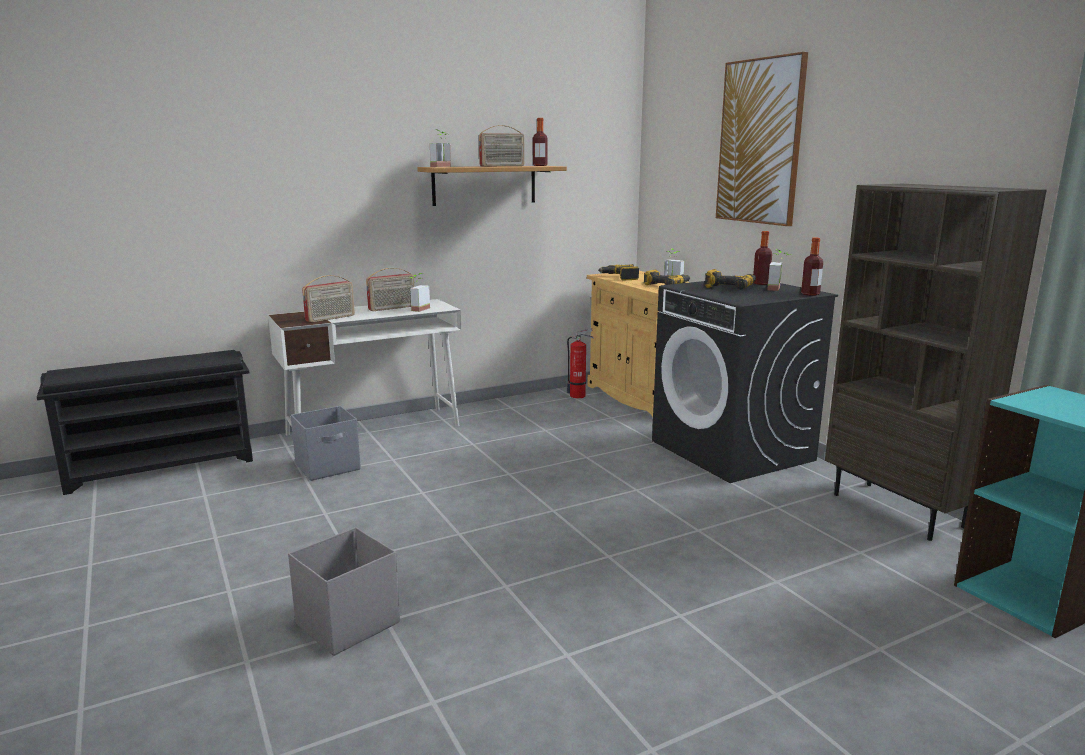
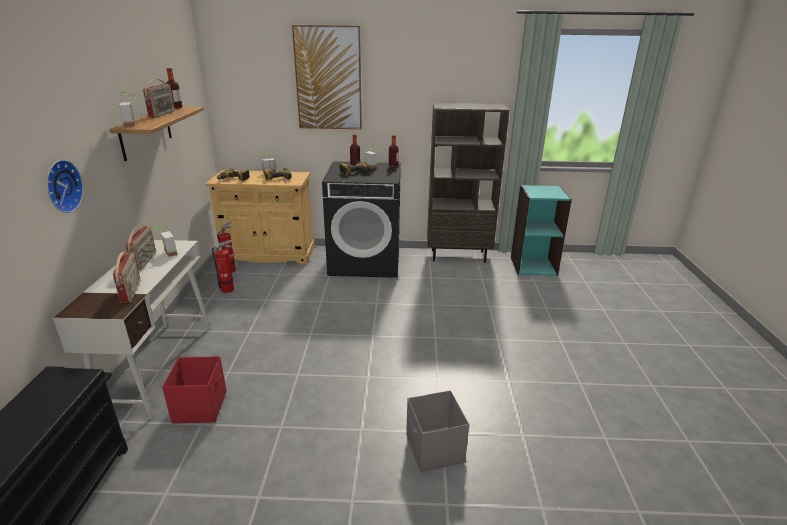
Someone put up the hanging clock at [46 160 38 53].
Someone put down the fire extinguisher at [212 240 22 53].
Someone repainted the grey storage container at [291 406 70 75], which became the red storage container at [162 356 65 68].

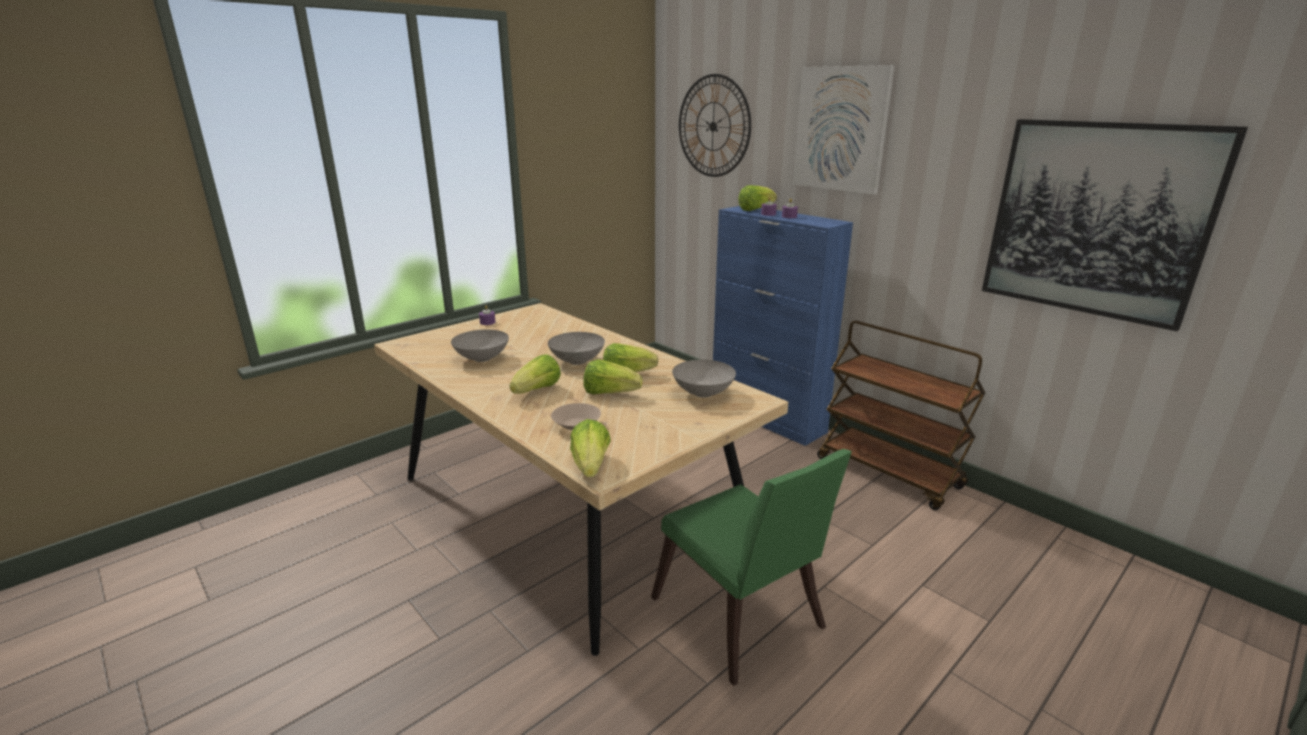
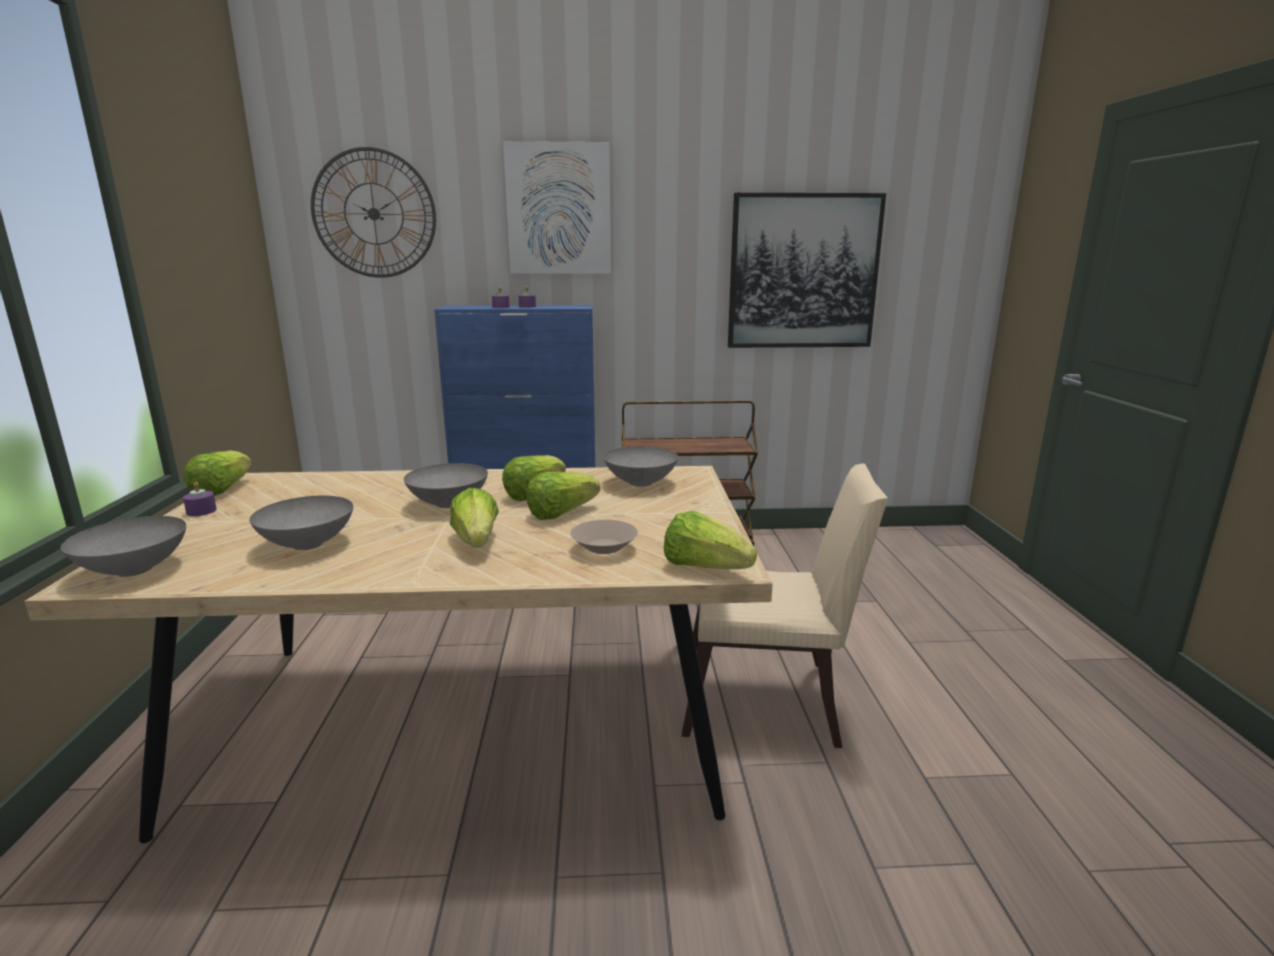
Someone put down the grey serving bowl at [61 516 125 61].
Someone carried the lettuce head from [738 185 39 26] to [183 450 69 46].
Someone repainted the greenish upright chair at [651 449 201 237], which became the sand-coloured upright chair at [682 464 206 284].

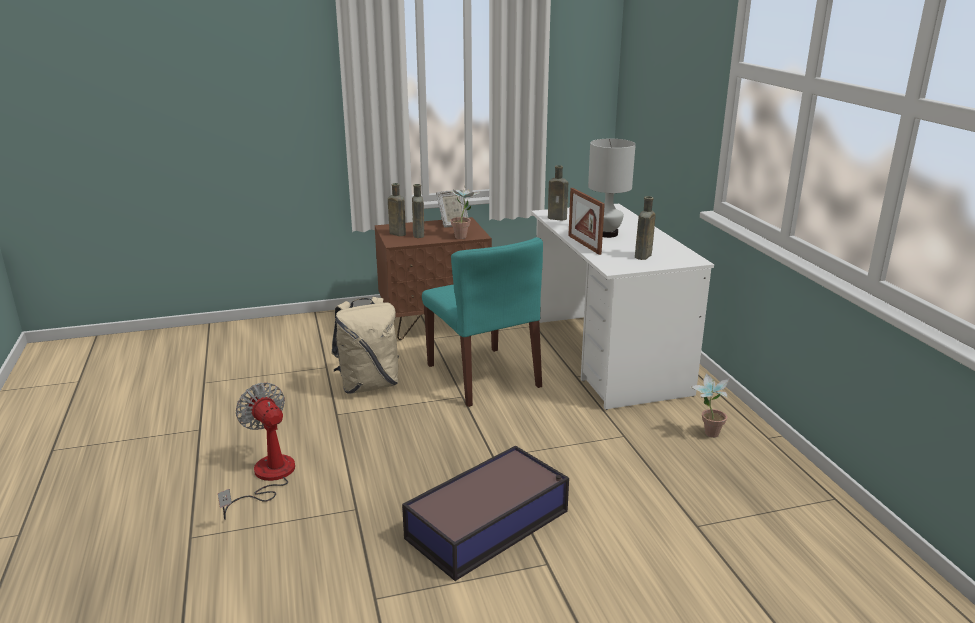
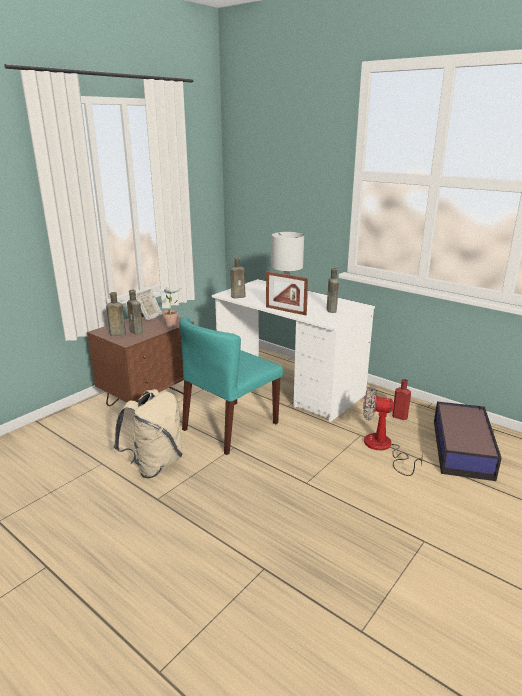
Someone carried the electric fan from [218 383 77 137] to [363 386 60 90].
Someone carried the storage container from [402 445 167 136] to [434 401 68 80].
Someone swapped the plant in a pot at [691 373 39 65] for the red bottle at [392 379 19 41].
Someone rotated the turquoise-coloured upright chair at [422 237 121 170] by 105 degrees clockwise.

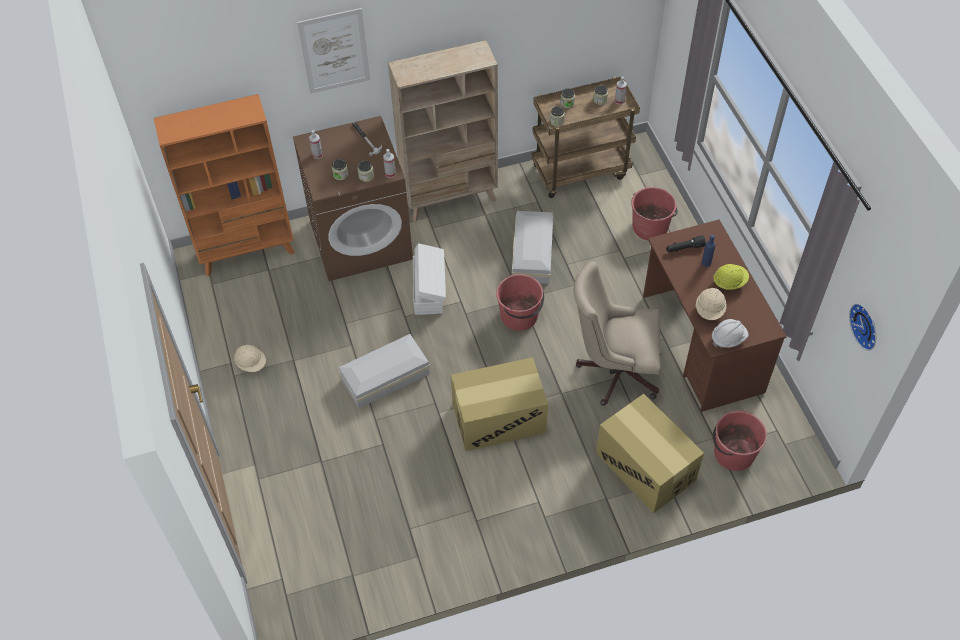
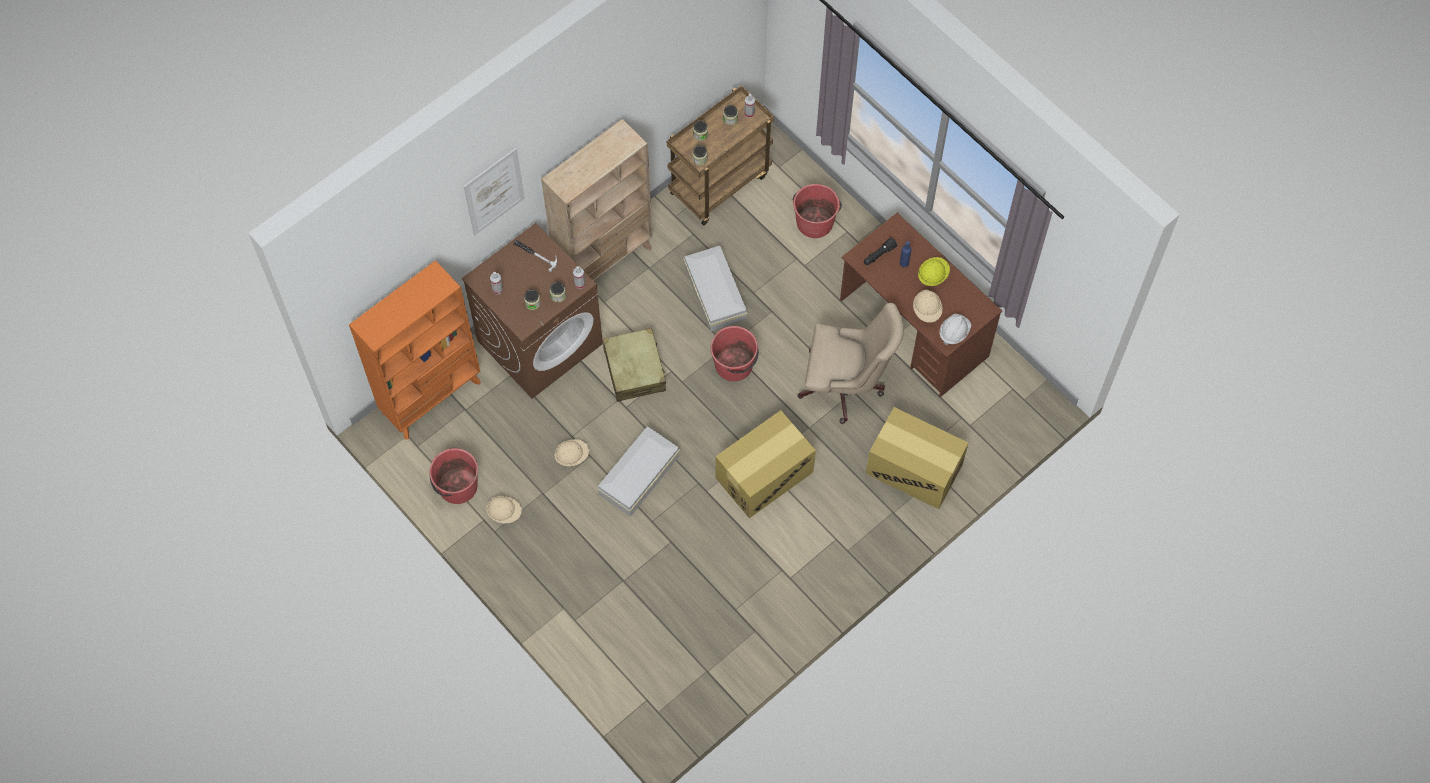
Someone took away the hanging clock at [849 303 27 48].
Someone put down the sand-coloured work helmet at [554 439 35 27].
Someone carried the red bucket from [713 411 54 60] to [429 448 49 56].
Someone swapped the white-coloured storage container at [413 243 33 72] for the sand-coloured piece of luggage at [603 328 63 74].
Someone rotated the sand-coloured office chair at [573 261 88 145] by 150 degrees counterclockwise.

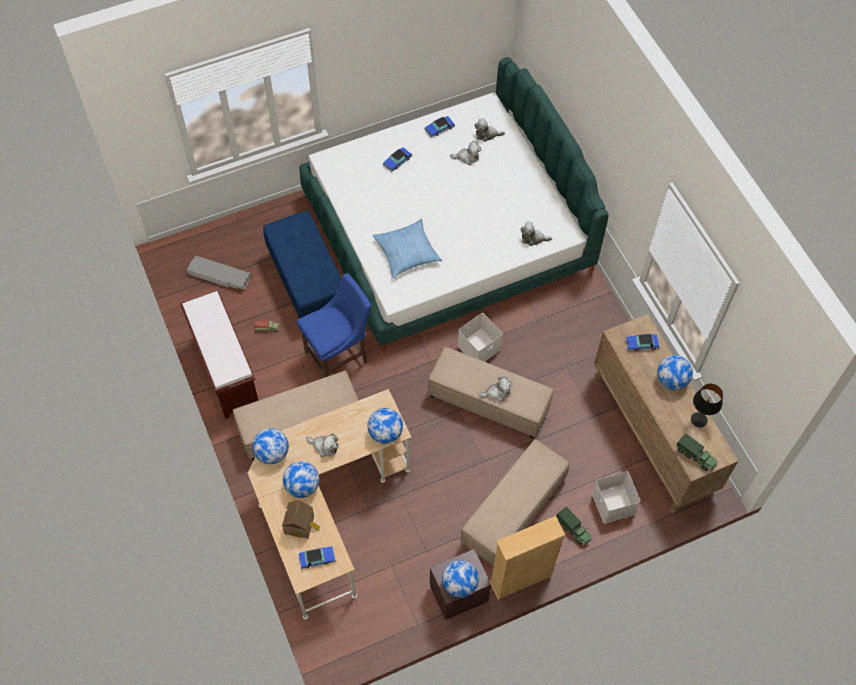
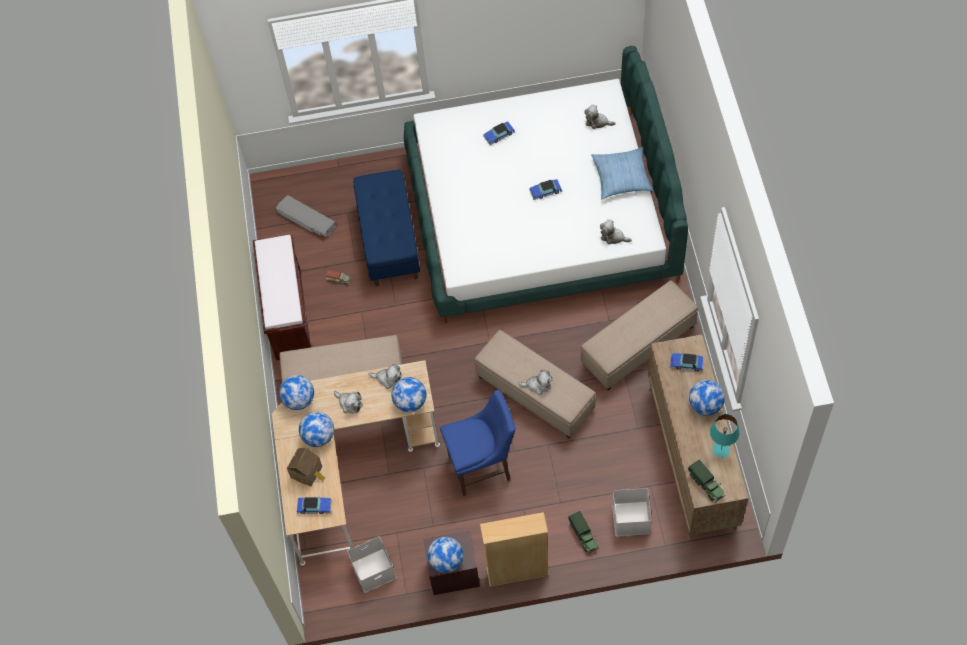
Someone carried the bluish upright chair from [297 273 74 104] to [440 390 76 106].
Someone carried the throw pillow from [373 219 69 59] to [591 147 63 53].
Someone carried the model car from [424 116 31 22] to [529 179 33 21].
Someone carried the plush toy from [450 141 32 24] to [368 364 34 25].
Someone carried the white-coloured storage container from [457 313 46 49] to [347 536 50 57].
Someone carried the sand-coloured pouffe from [461 439 109 127] to [581 280 117 110].
Someone repainted the black tabletop lamp at [691 384 32 43], which became the turquoise-coloured tabletop lamp at [710 414 30 44].

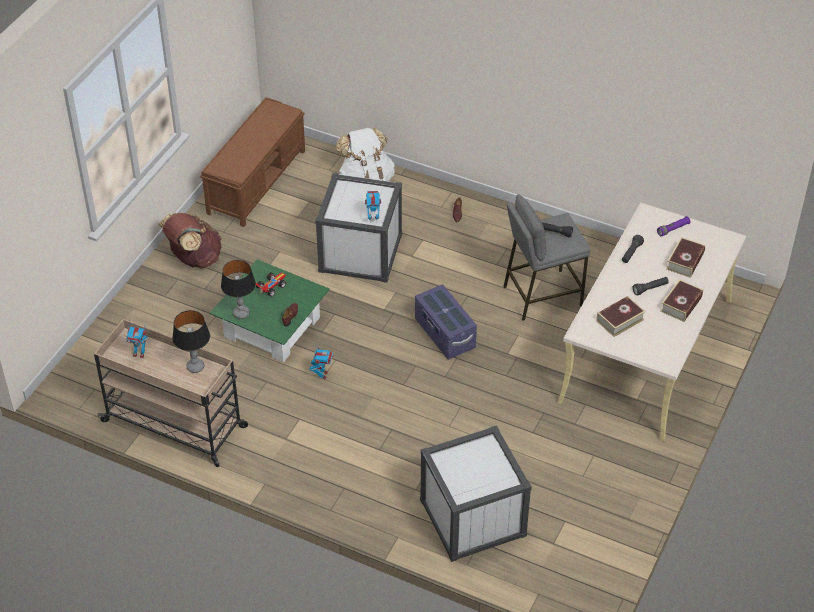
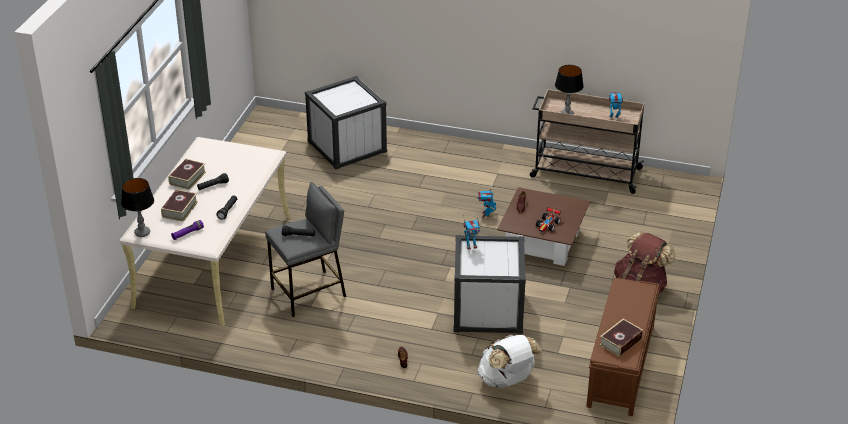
Someone took away the purple storage container at [415 284 62 76].
Someone carried the tabletop lamp from [221 260 35 59] to [121 178 33 59].
Someone carried the volume from [597 296 48 41] to [599 319 44 38].
Someone repainted the greenish low table at [210 259 120 103], which became the brown low table at [497 187 93 79].

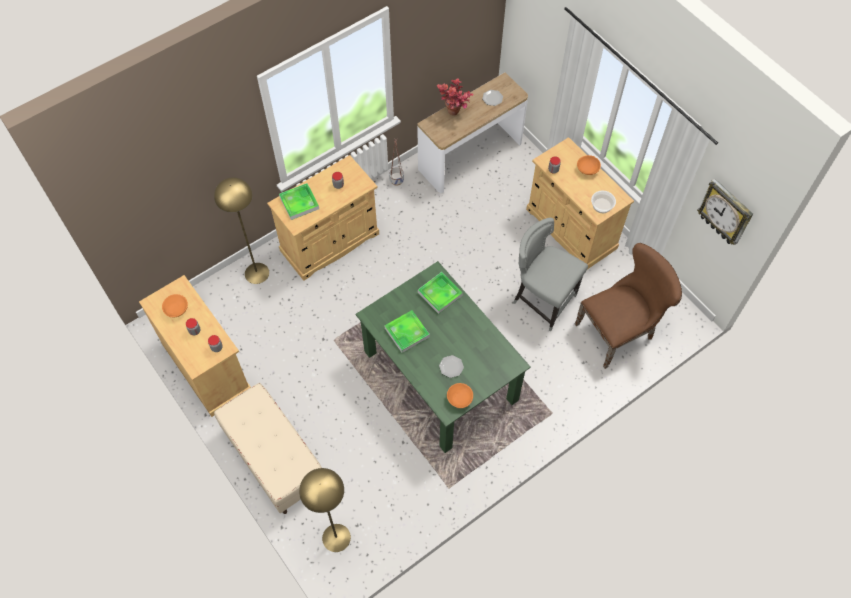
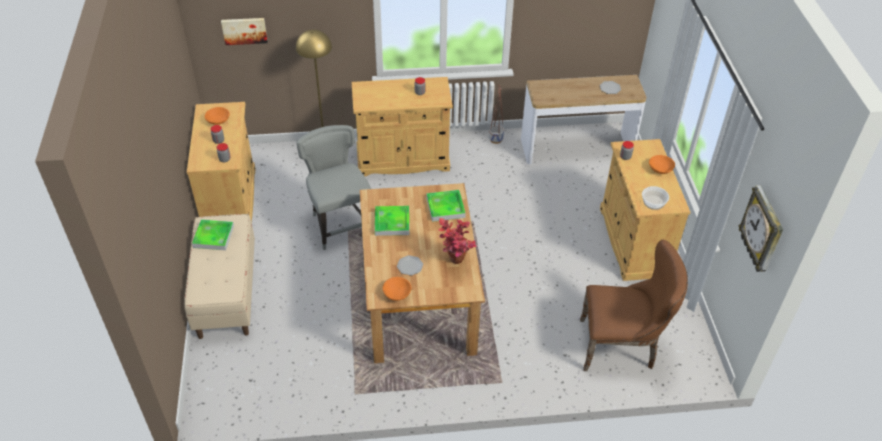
Someone took away the yellowish standard lamp at [299 468 52 84].
Someone put up the wall art at [221 18 47 27].
Someone carried the tray from [279 183 40 37] to [192 220 42 30].
Someone carried the plant in a pot from [437 78 37 37] to [439 218 37 46].
Someone carried the grey upright chair from [513 218 75 114] to [296 125 75 125].
Someone repainted the greenish dinner table at [356 261 175 192], which became the brown dinner table at [360 183 125 180].

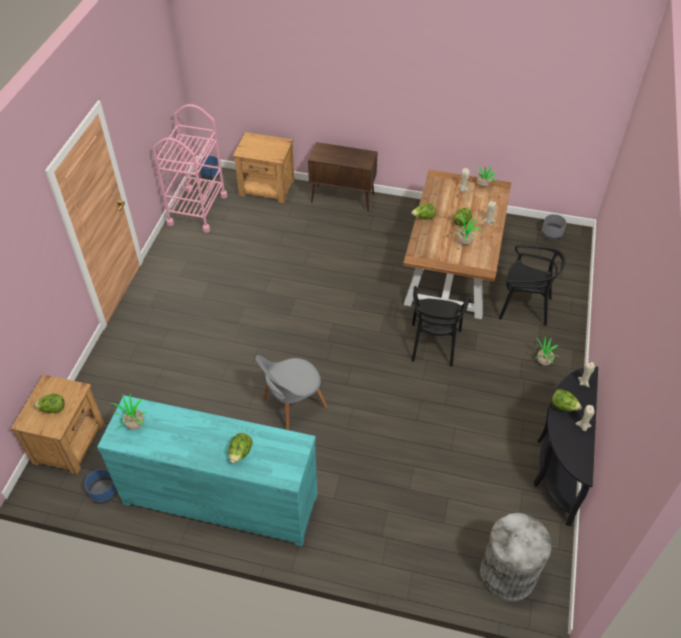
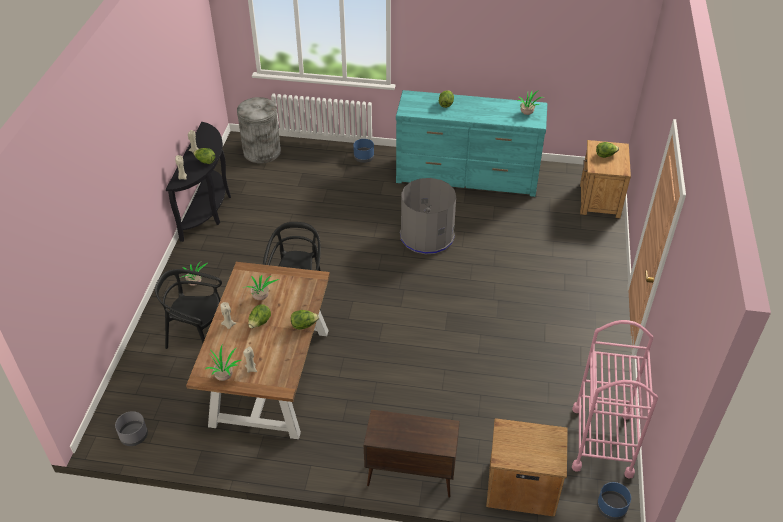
Someone carried the bluish plant pot from [85 469 32 35] to [353 139 21 24].
Someone swapped the grey upright chair at [256 355 72 75] for the grey rubbish bin at [400 178 56 76].

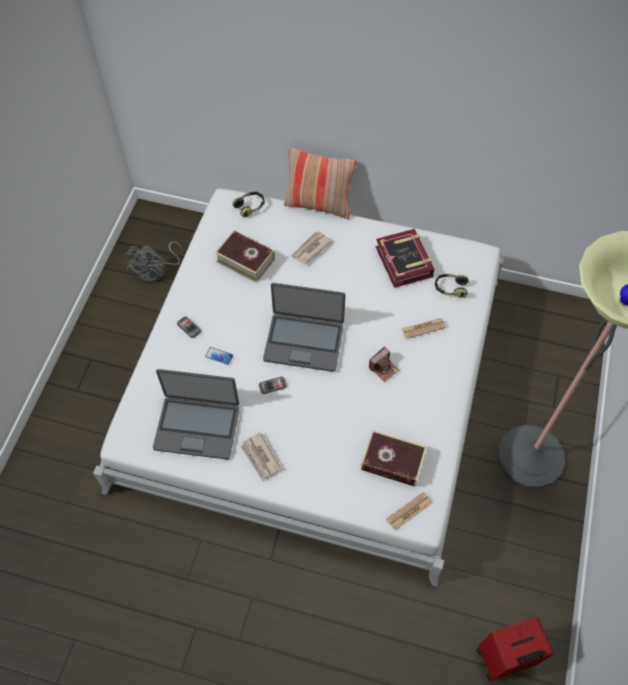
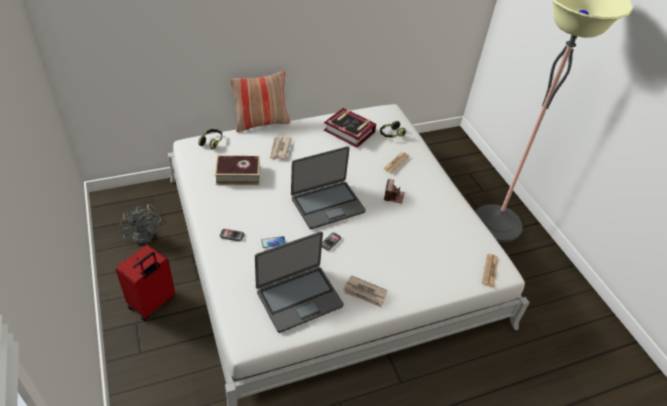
Someone took away the volume at [361 430 66 57].
Someone carried the red piece of luggage from [477 617 77 64] to [116 245 59 76].

